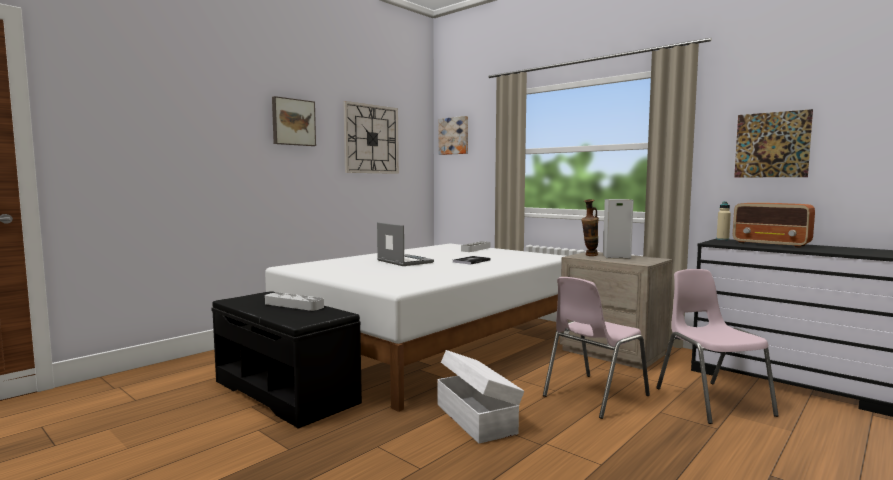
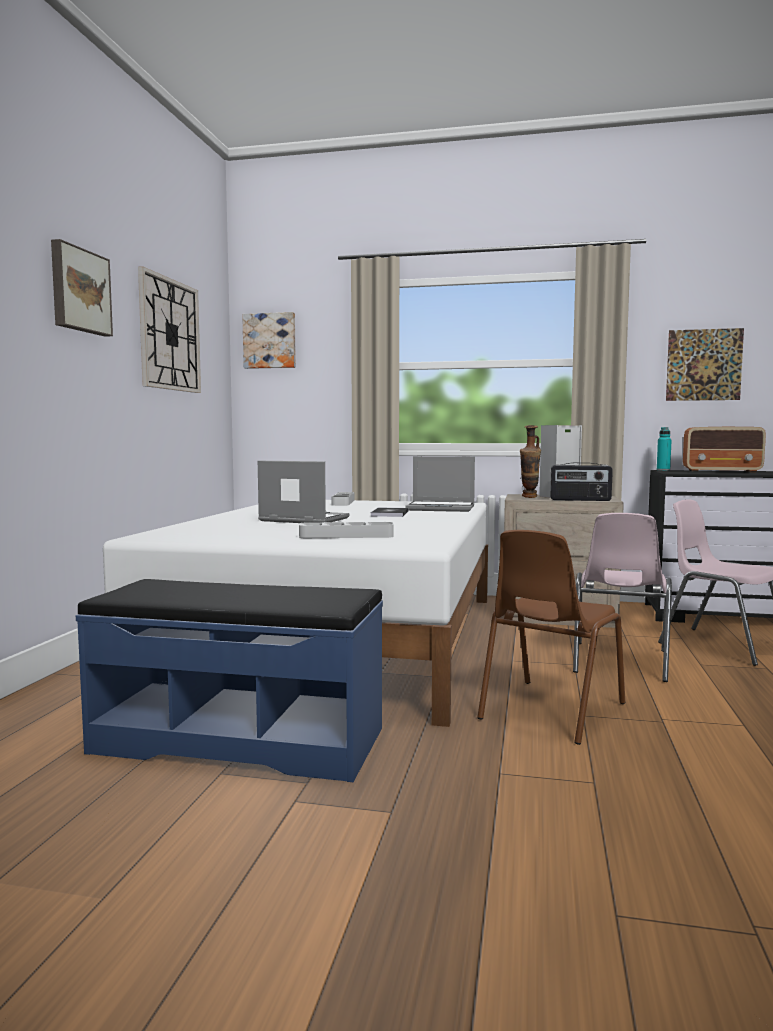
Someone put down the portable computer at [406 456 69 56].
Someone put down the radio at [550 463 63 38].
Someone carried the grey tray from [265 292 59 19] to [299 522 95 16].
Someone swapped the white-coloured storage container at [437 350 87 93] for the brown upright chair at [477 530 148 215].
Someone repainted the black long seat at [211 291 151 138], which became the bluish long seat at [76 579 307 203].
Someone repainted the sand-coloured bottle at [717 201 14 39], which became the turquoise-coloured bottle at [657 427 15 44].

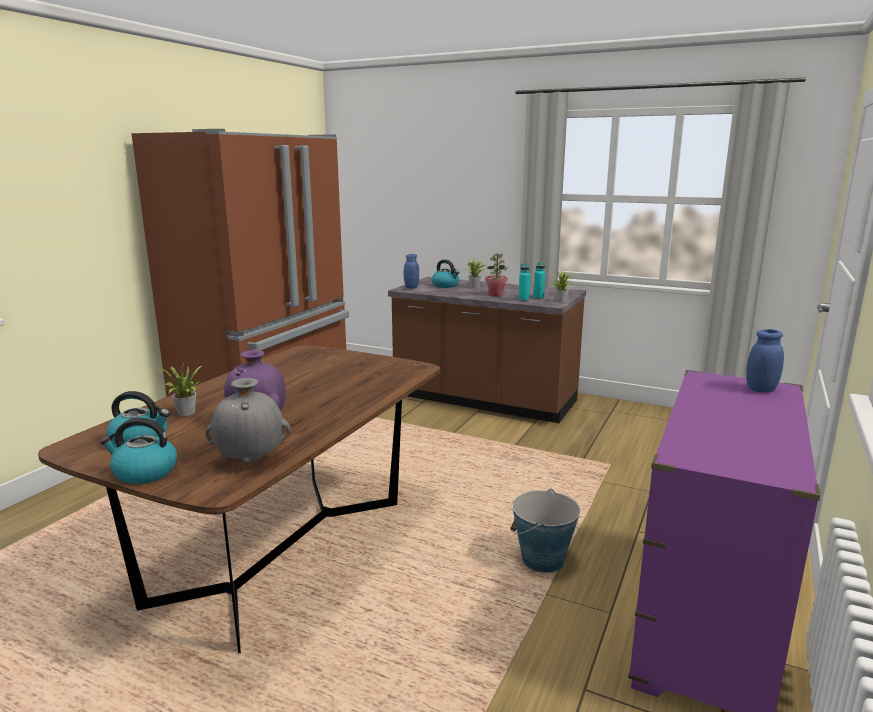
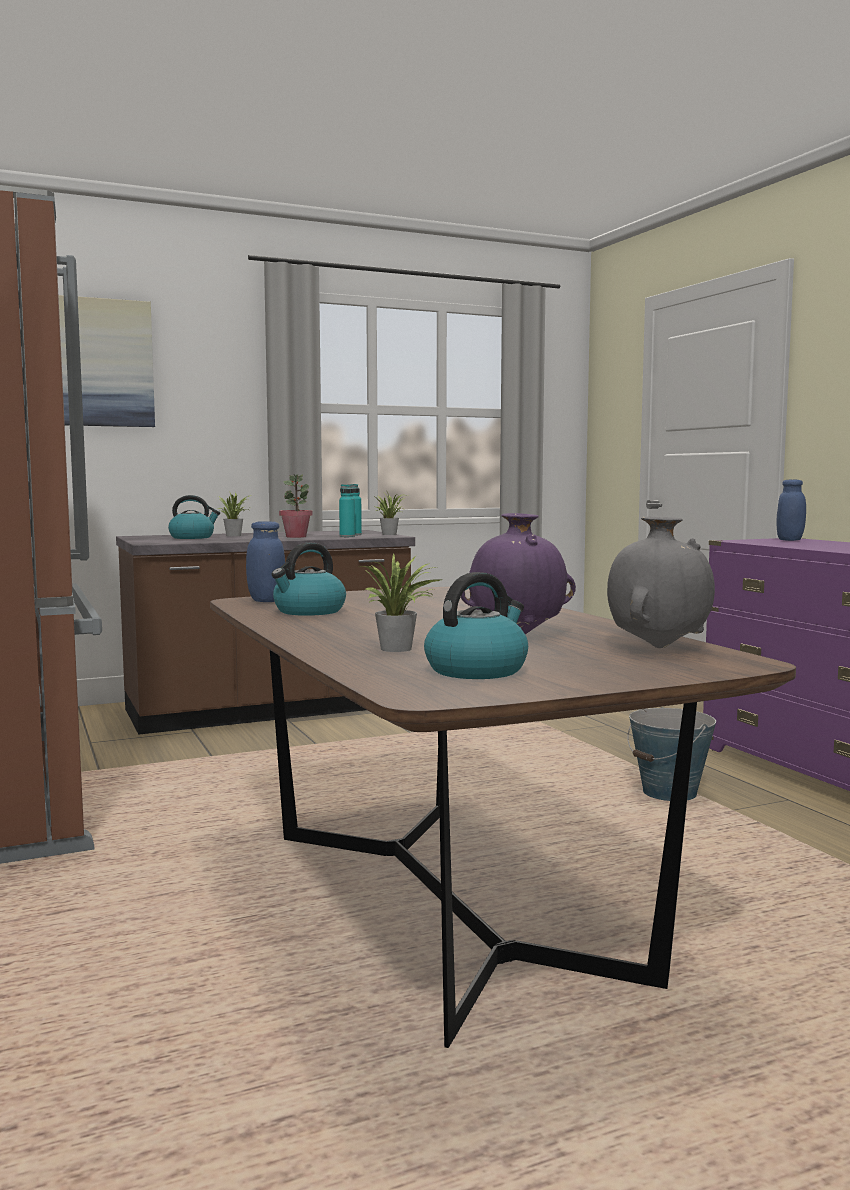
Someone put up the wall art at [58 295 97 132].
Someone carried the kettle from [101 418 76 66] to [271 543 75 73].
Someone carried the bluish jar from [404 254 15 35] to [246 521 39 81].

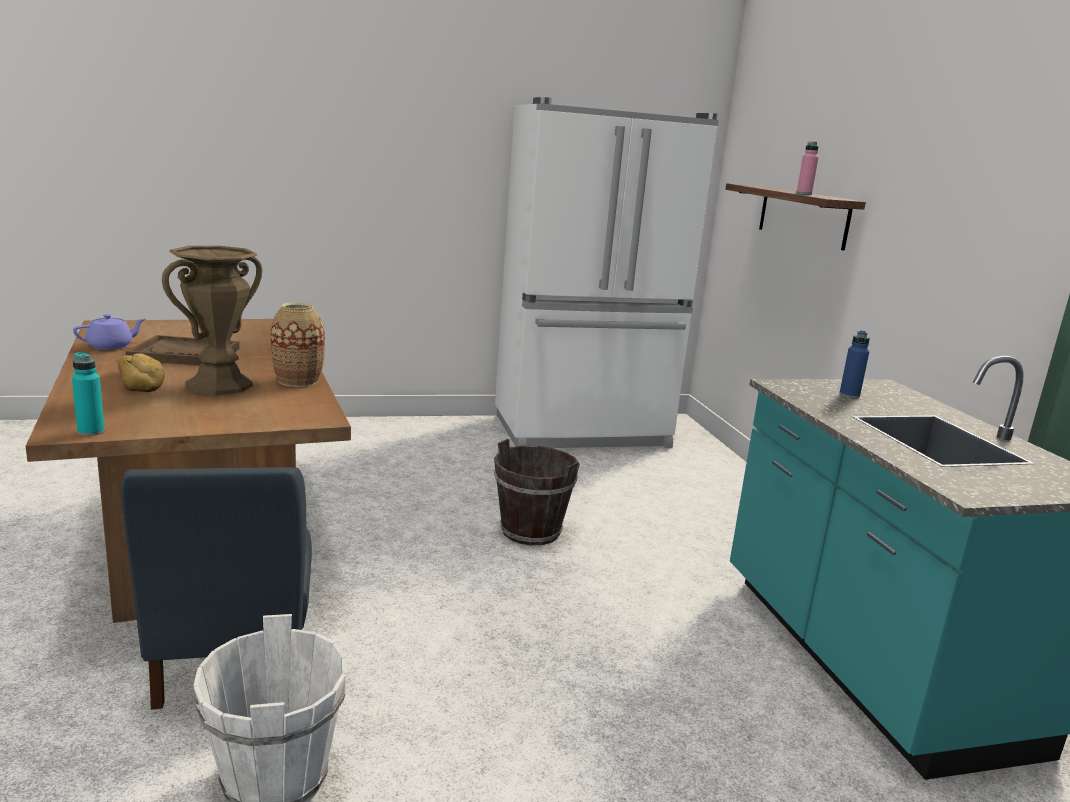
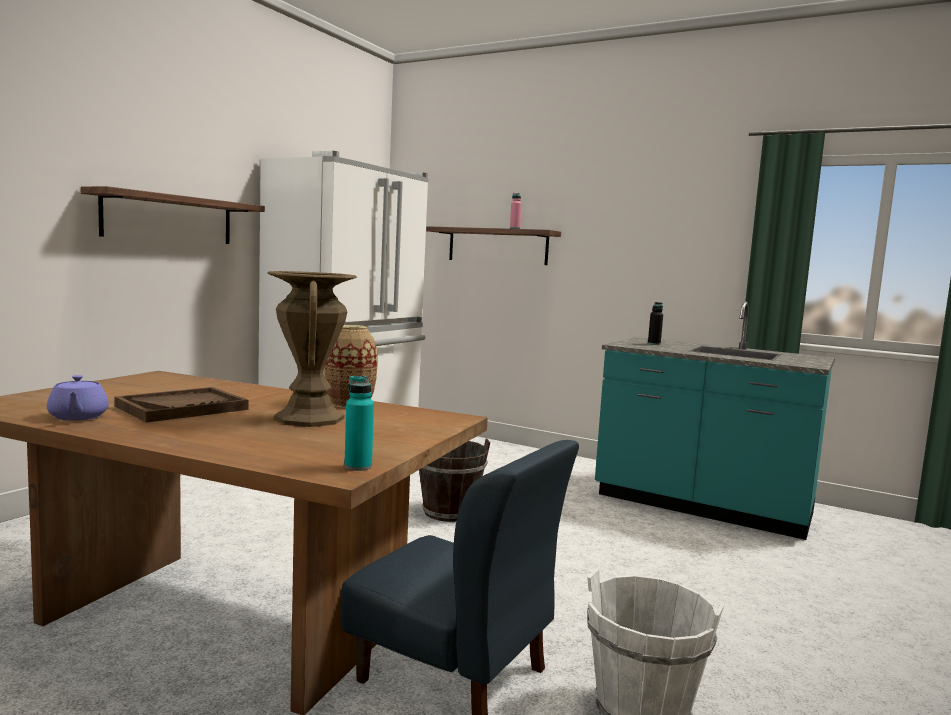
Someone took away the baked bread at [118 353 47 39].
Someone put up the bracket shelf at [81 186 184 58].
Someone repainted the bluish bottle at [839 331 31 67], which became the black bottle at [648 302 15 43].
Someone rotated the purple tea pot at [73 314 73 36] by 150 degrees clockwise.

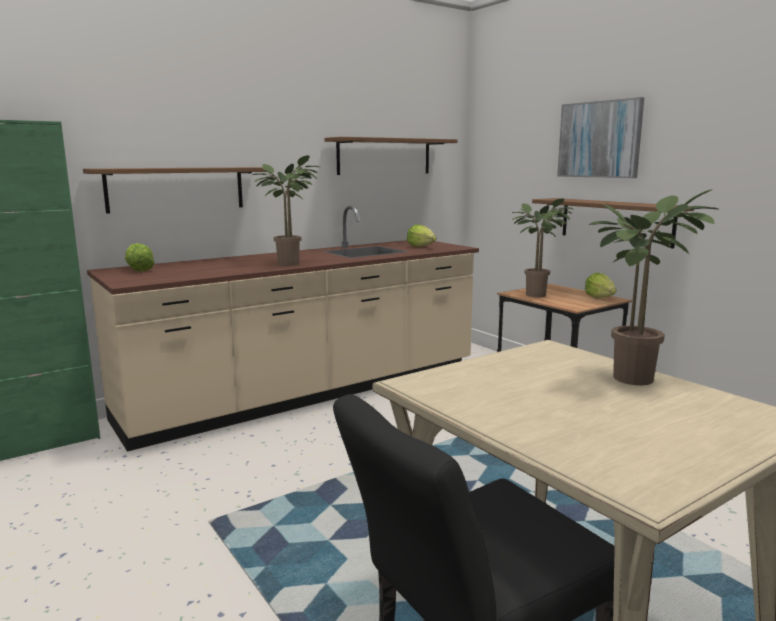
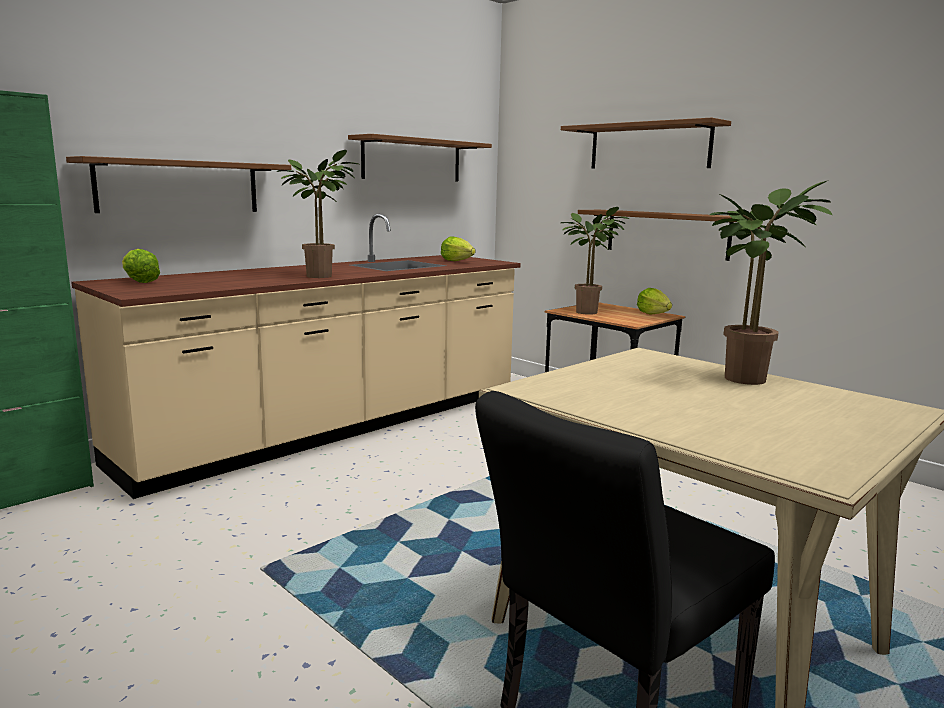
Someone swapped the wall art at [557 97 87 81] for the brown bracket shelf at [561 118 170 51].

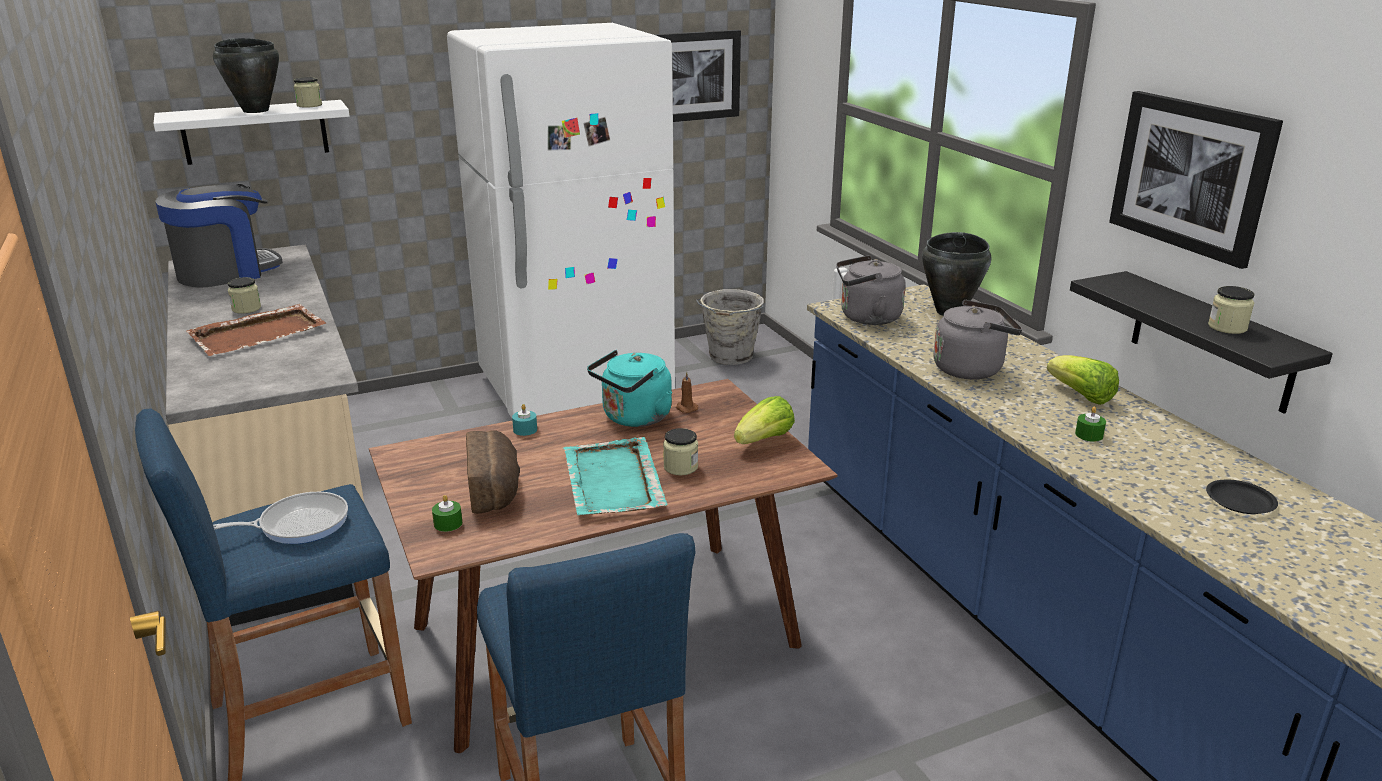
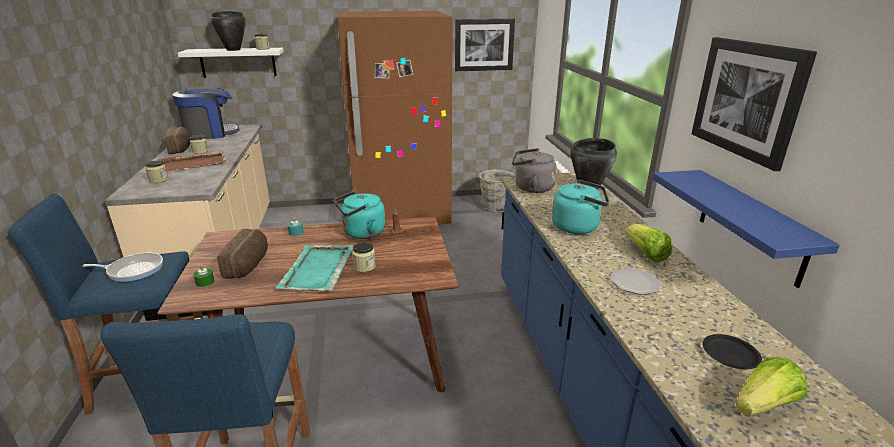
Someone put down the baked bread at [164 127 27 27].
Someone carried the lettuce head from [734 396 61 48] to [736 357 72 59].
Someone carried the jar from [1208 286 47 48] to [145 160 23 23].
Someone swapped the greenish wax candle at [1075 407 31 35] for the dinner plate at [610 268 51 27].
Someone repainted the white-coloured kitchen fridge at [447 23 228 395], which became the brown kitchen fridge at [337 11 115 213].
Someone repainted the grey kettle at [933 300 89 80], which became the turquoise-coloured kettle at [552 180 57 54].
Someone repainted the black bracket shelf at [1070 271 263 143], which became the bluish bracket shelf at [652 170 188 118].

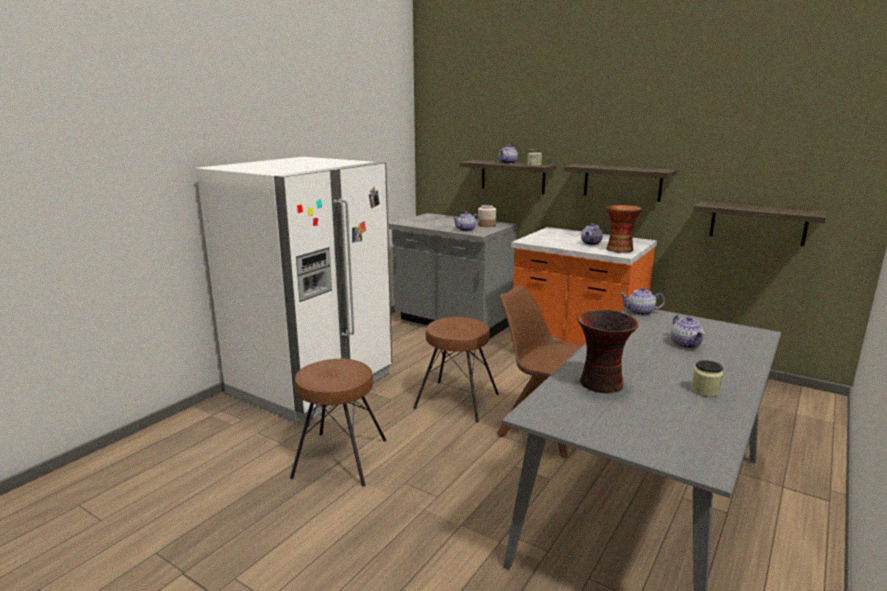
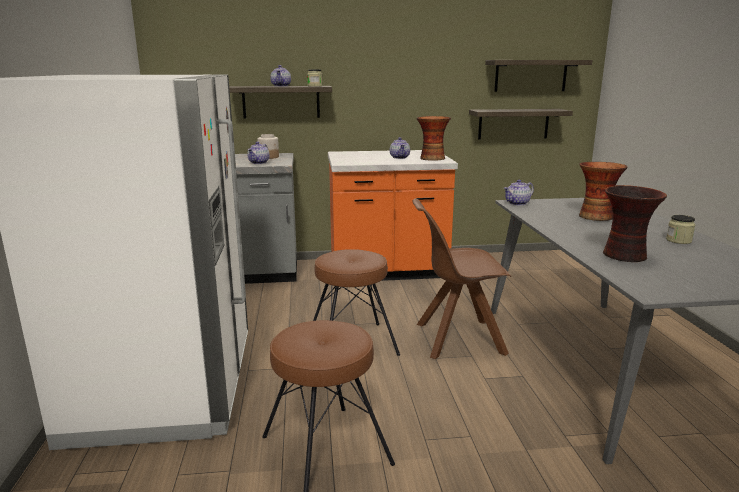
Someone carried the bracket shelf from [564 164 113 38] to [485 60 107 32].
Someone swapped the tea pot at [671 315 33 34] for the decorative vase at [579 162 49 59].

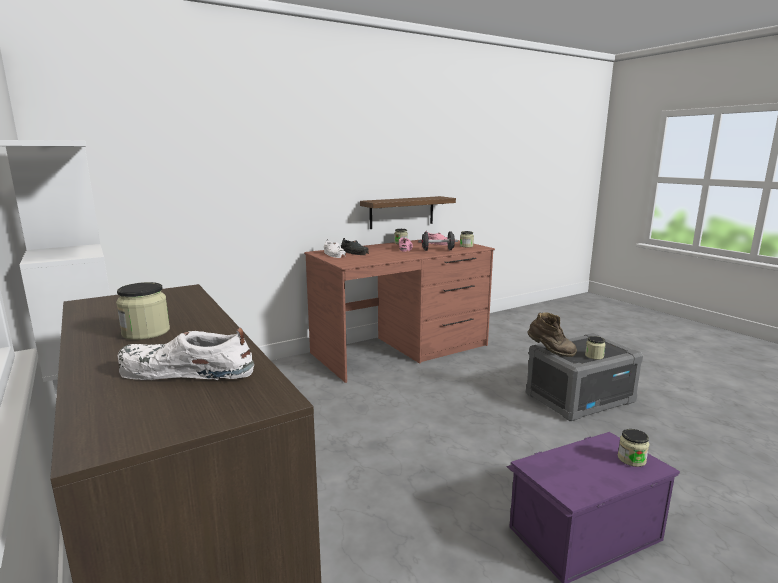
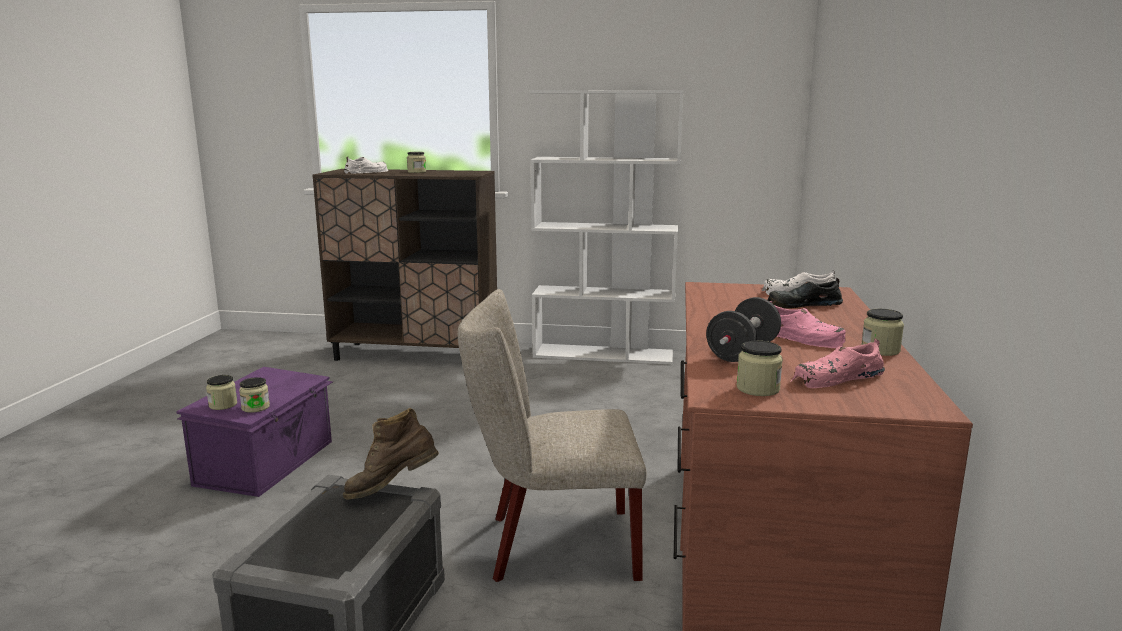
Someone took away the bracket shelf at [360 196 96 33].
Someone put down the sand-coloured upright chair at [458 289 189 293].
Someone carried the jar from [585 336 21 24] to [239 377 31 36].

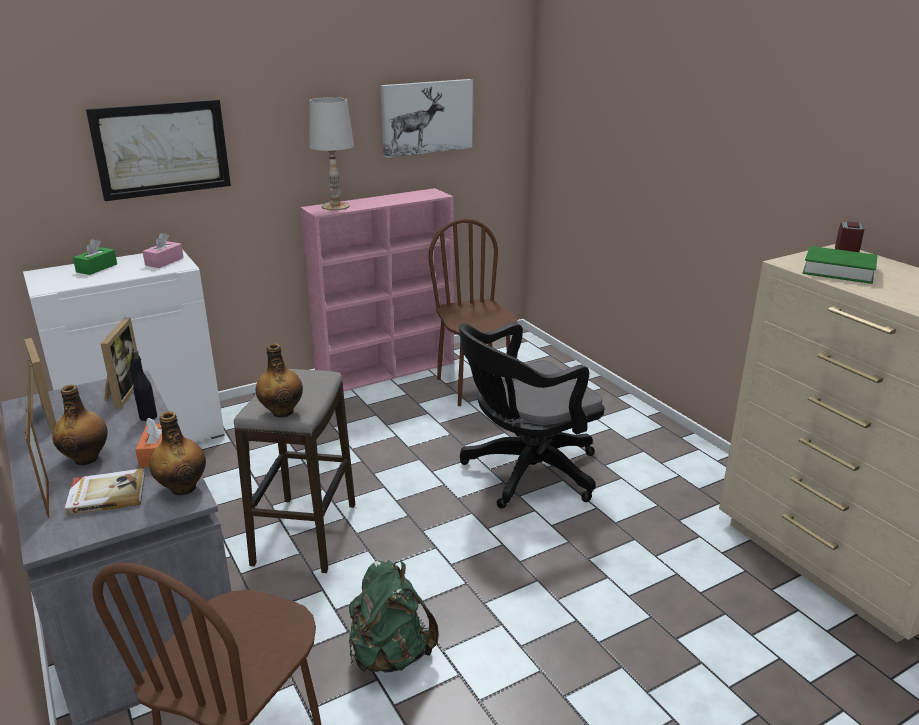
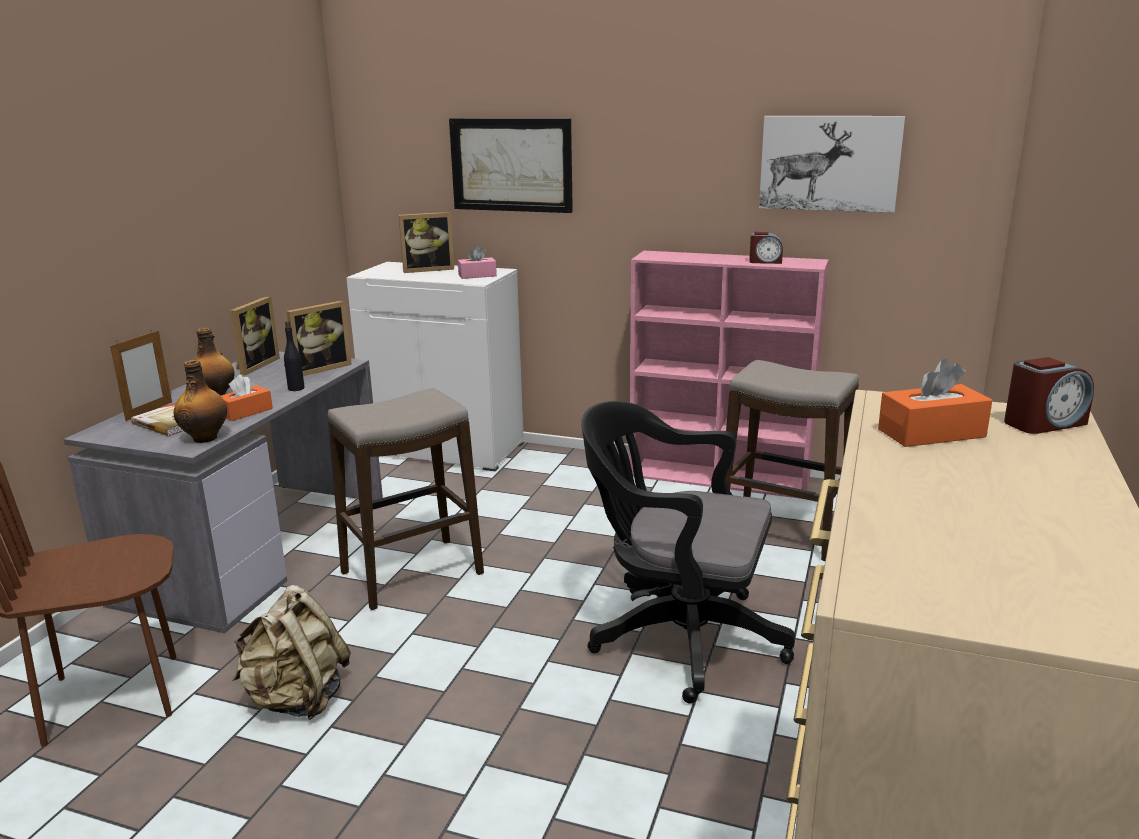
Someone took away the bottle at [256 343 47 75].
Someone took away the white-coloured tabletop lamp at [309 97 45 113].
Someone put down the bedside clock at [749 232 34 32].
Someone swapped the greenish tissue holder at [73 239 44 36] for the picture frame at [399 212 55 61].
Someone swapped the brown upright chair at [428 218 90 188] for the sitting stool at [726 360 133 201].
Someone swapped the greenish volume at [802 246 75 38] for the orange tissue holder at [878 359 114 88].
Someone repainted the greenish knapsack at [349 560 90 113], which became the sand-coloured knapsack at [232 585 119 135].

